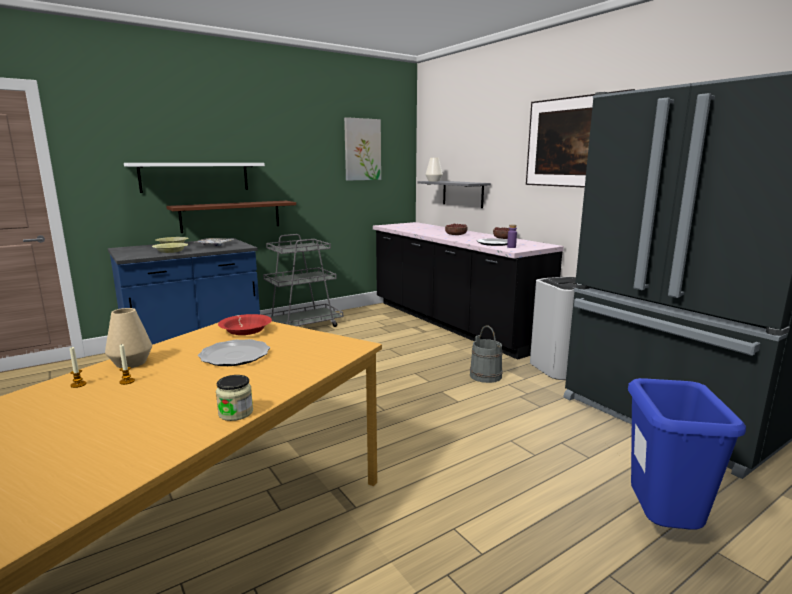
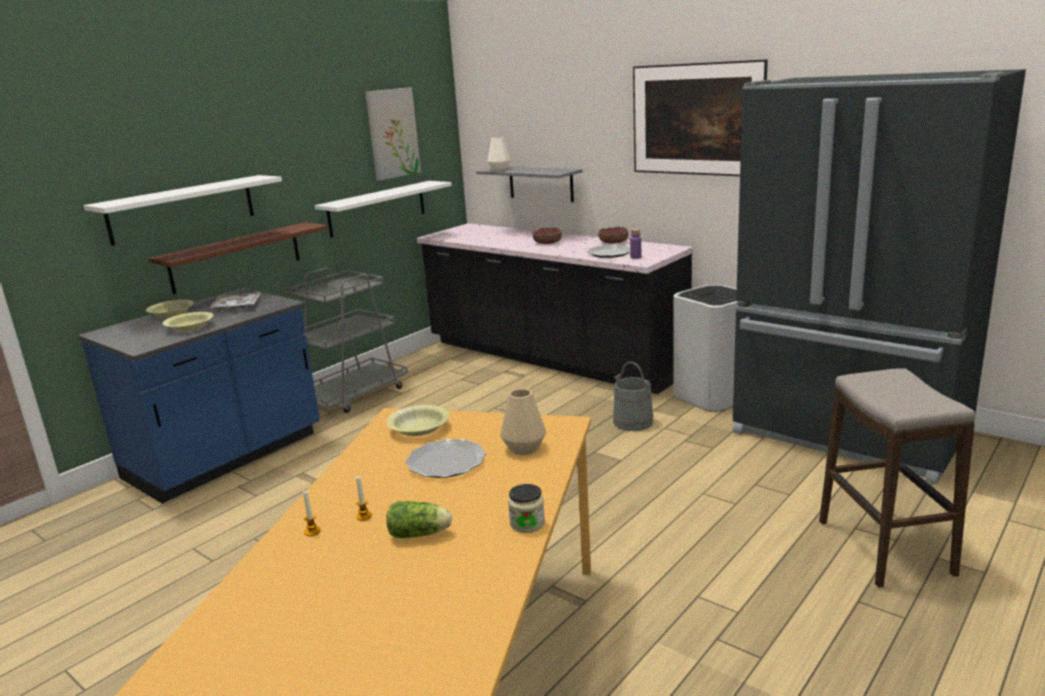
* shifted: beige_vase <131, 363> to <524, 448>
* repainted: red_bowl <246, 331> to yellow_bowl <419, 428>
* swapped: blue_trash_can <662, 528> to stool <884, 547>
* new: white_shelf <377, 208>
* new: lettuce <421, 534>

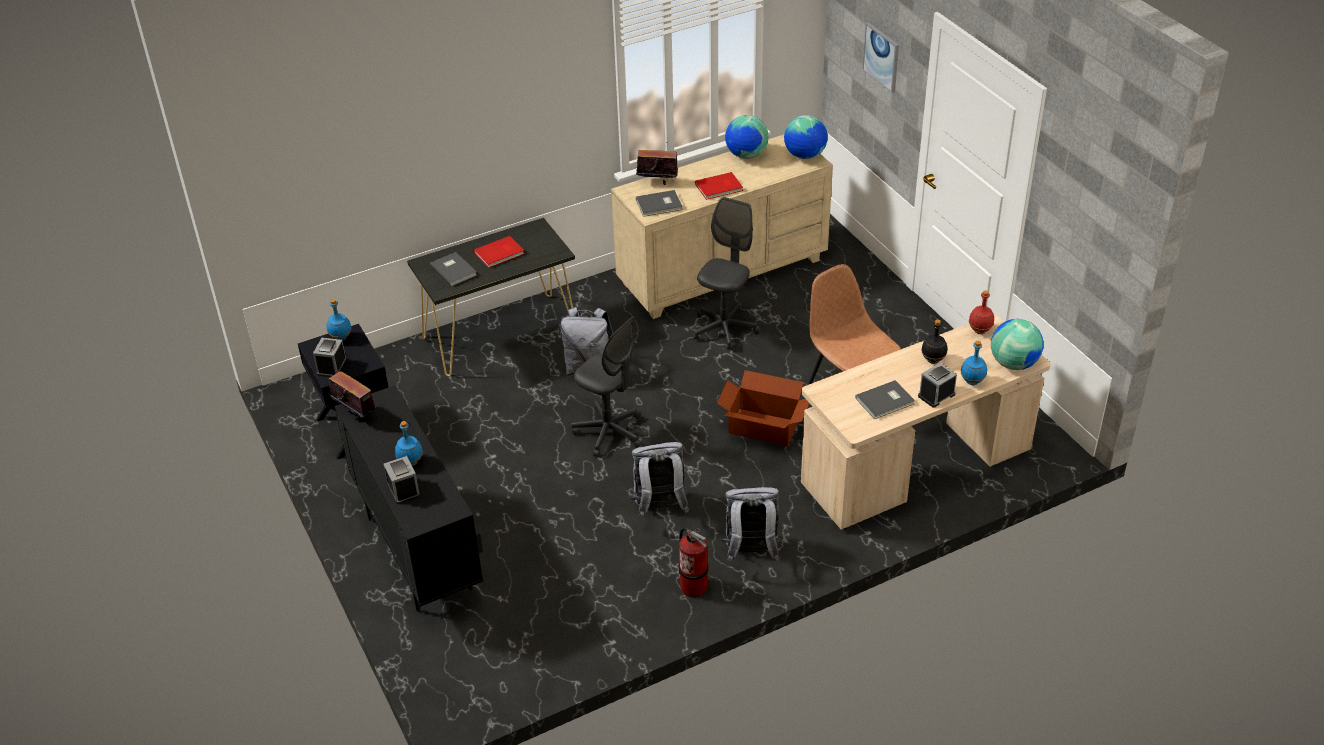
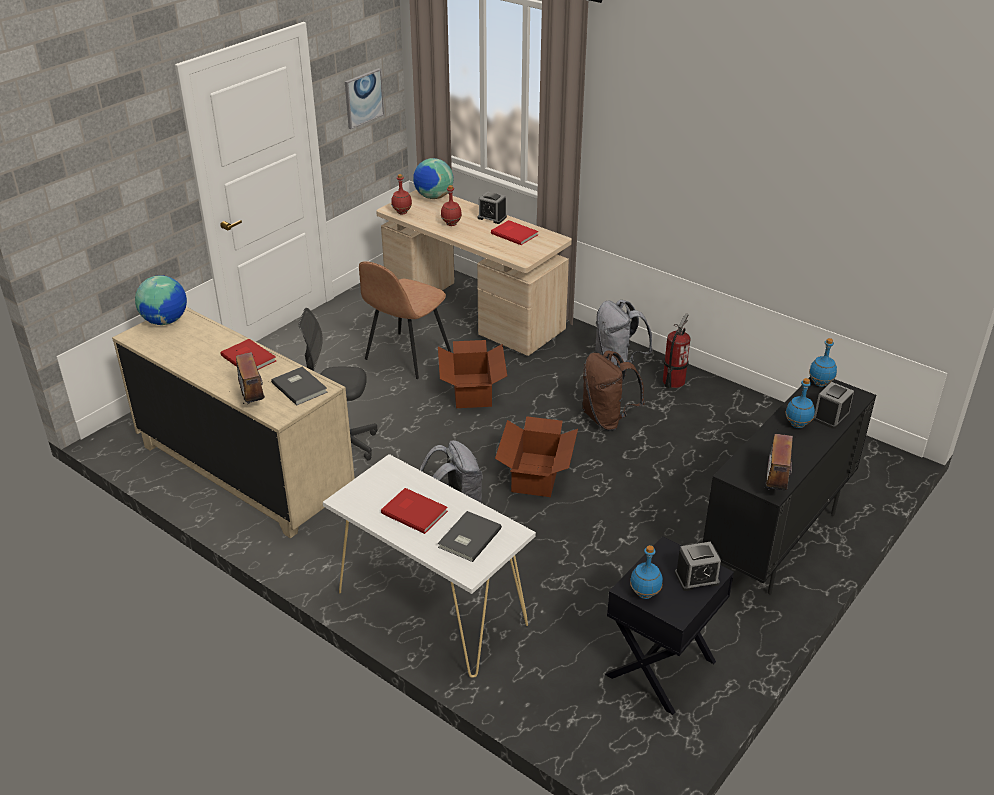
* shifted: picture <882, 57> to <363, 98>
* gone: globe <746, 155>
* repainted: black_console_table <500, 334> to white_console_table <431, 607>
* swapped: grey_office_chair <609, 433> to cardboard_box <537, 474>
* repainted: black_bottle <932, 360> to red_bottle <451, 224>
* shifted: blue_bottle <972, 381> to <820, 384>
* repainted: grey_book <886, 401> to red_book <514, 233>
* repainted: grey_backpack <660, 508> to brown_backpack <607, 419>

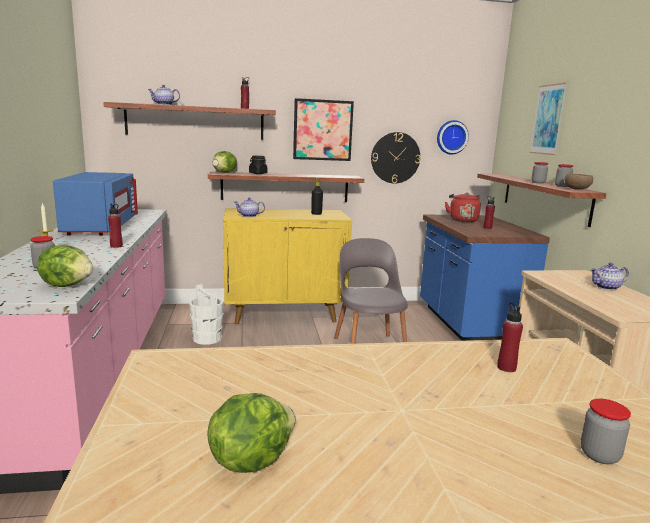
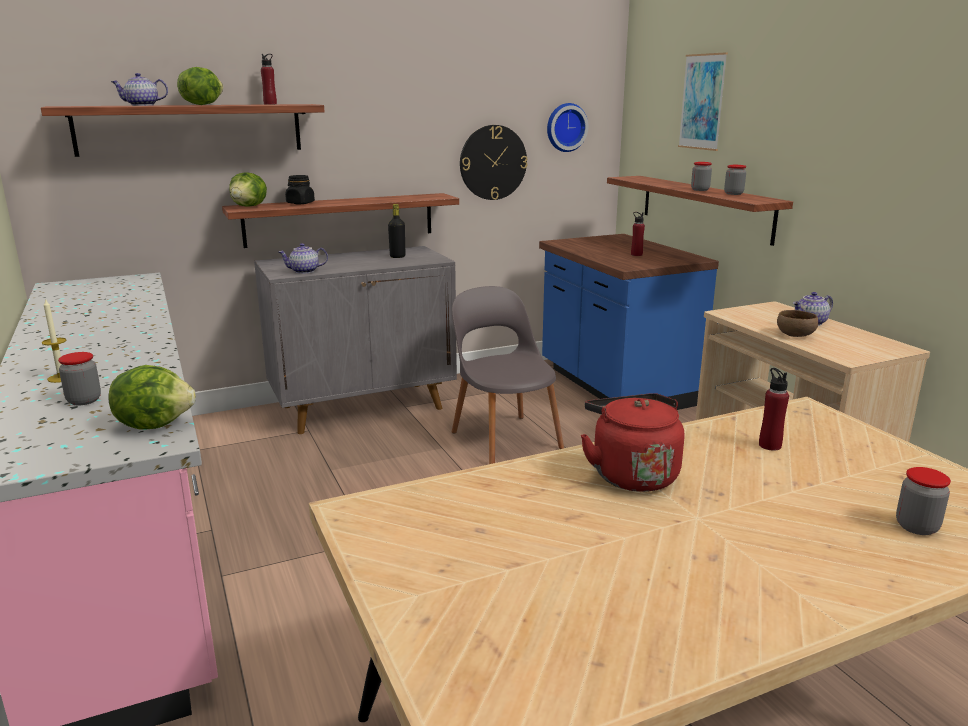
* gone: picture <322, 130>
* gone: blue_microwave <100, 227>
* shifted: brown_bowl <576, 189> to <794, 335>
* shifted: red_kettle <462, 220> to <631, 474>
* gone: red_bottle <116, 246>
* repainted: yellow_cabinet <285, 314> to grey_cabinet <364, 407>
* gone: white_bucket <207, 338>
* shifted: lettuce <250, 459> to <201, 105>

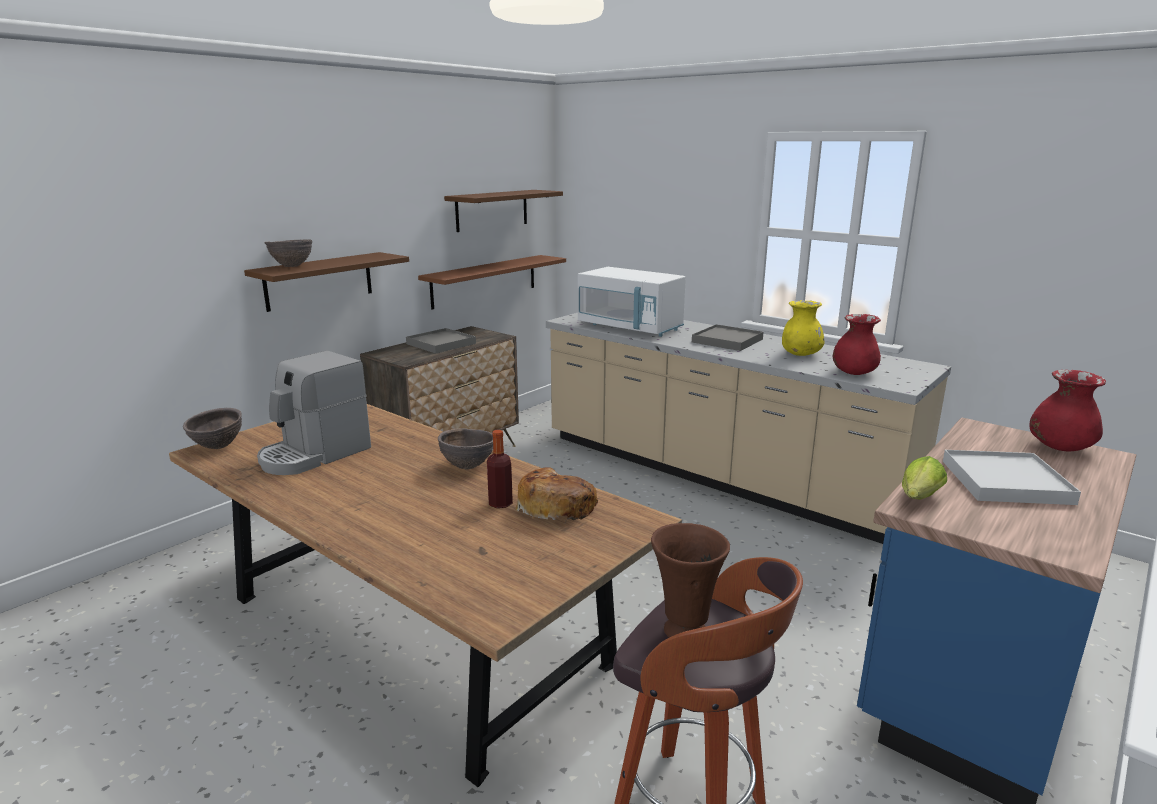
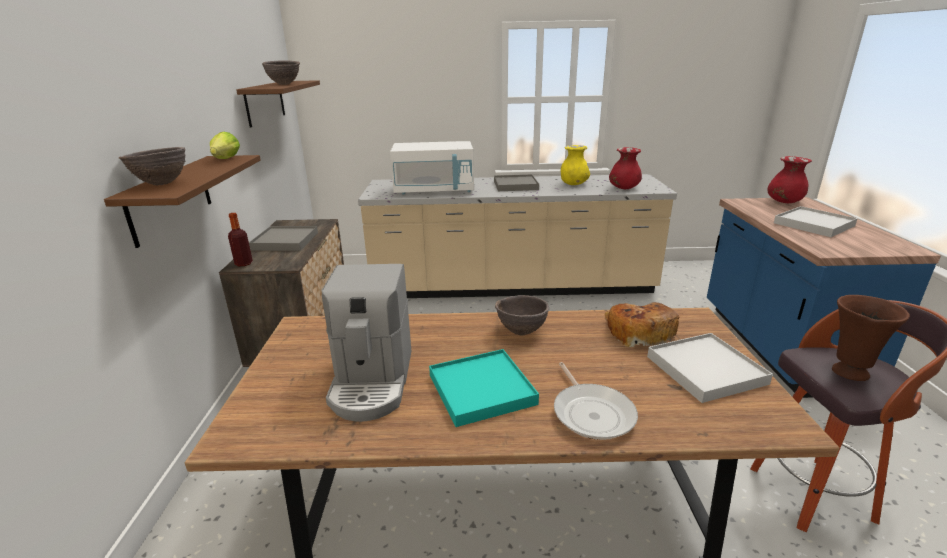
* gone: brown_shelf <485, 281>
* shifted: brown_bowl <218, 447> to <284, 84>
* shifted: bottle <500, 503> to <244, 263>
* shifted: lettuce <918, 499> to <225, 160>
* new: white_tray <705, 370>
* new: turquoise_tray <481, 390>
* new: frying_pan <592, 413>

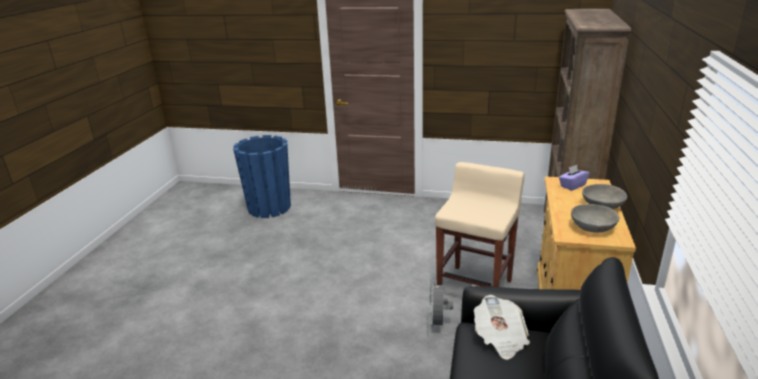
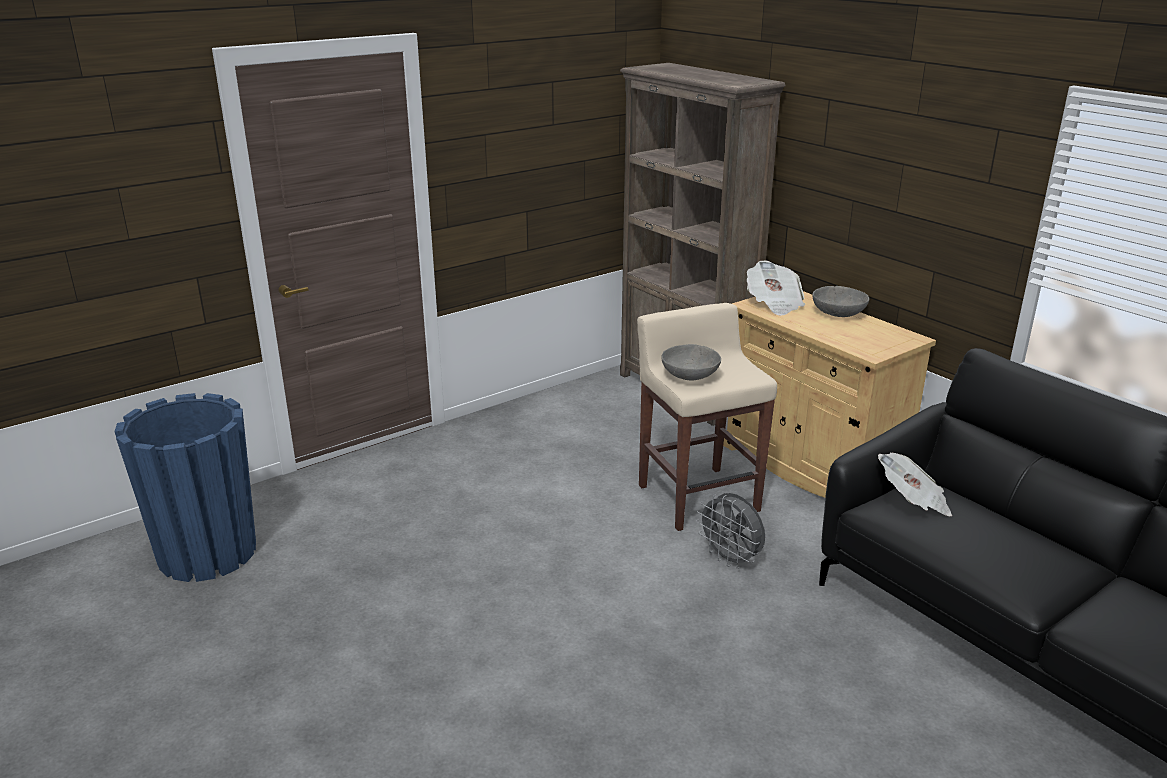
* swapped: purple_tissue_box <572, 185> to newspaper <774, 304>
* shifted: grey_bowl <592, 228> to <689, 375>

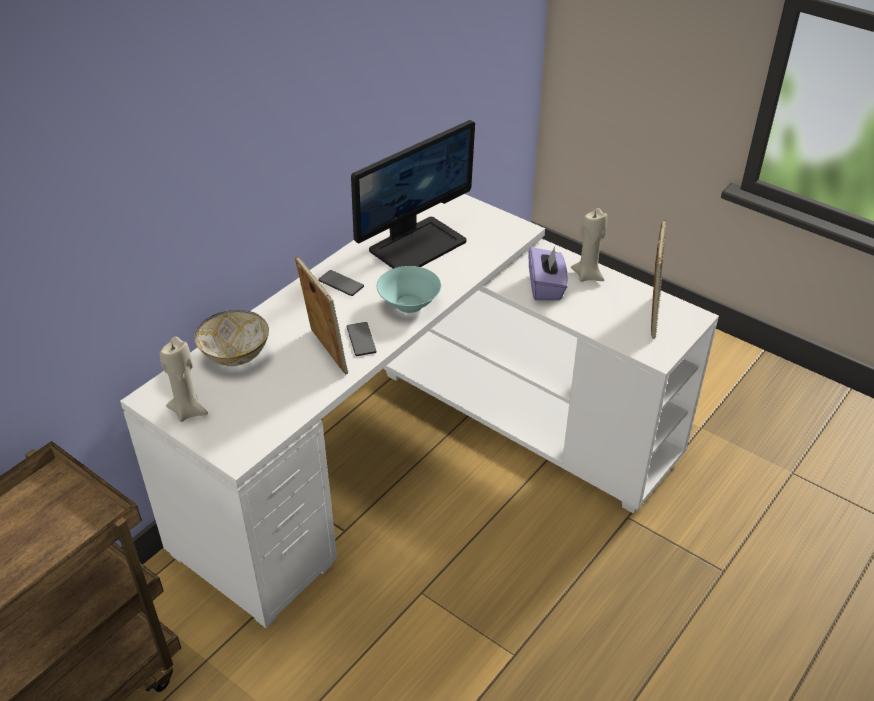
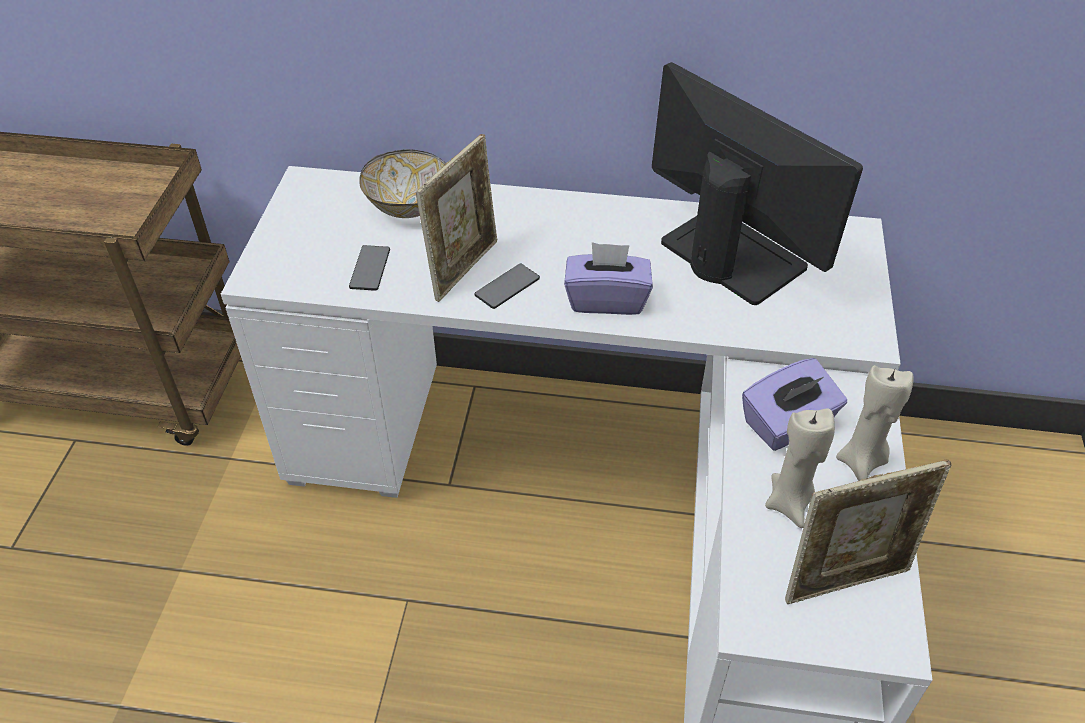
* rotated: monitor <417, 244> = <729, 256> 150 degrees counterclockwise
* swapped: turquoise_bowl <409, 304> to purple_tissue_box <606, 299>
* shifted: phone <341, 284> to <370, 269>
* shifted: beige_candle <188, 410> to <789, 503>

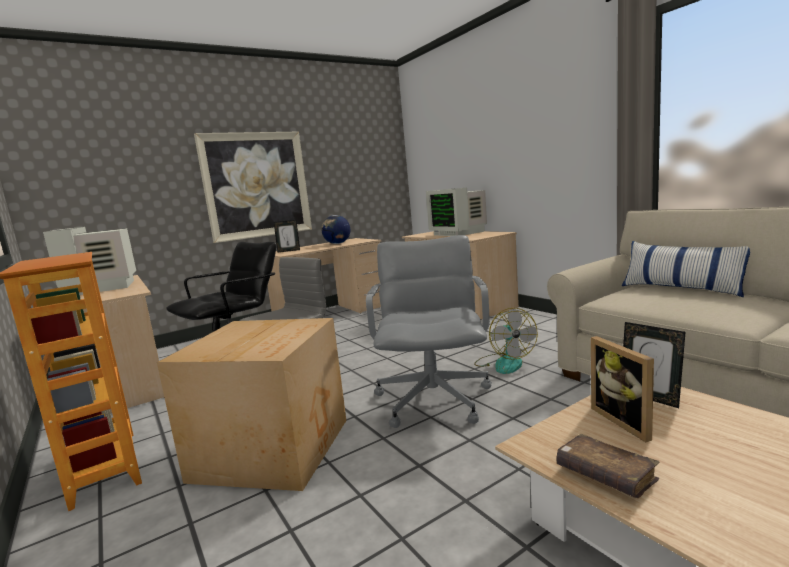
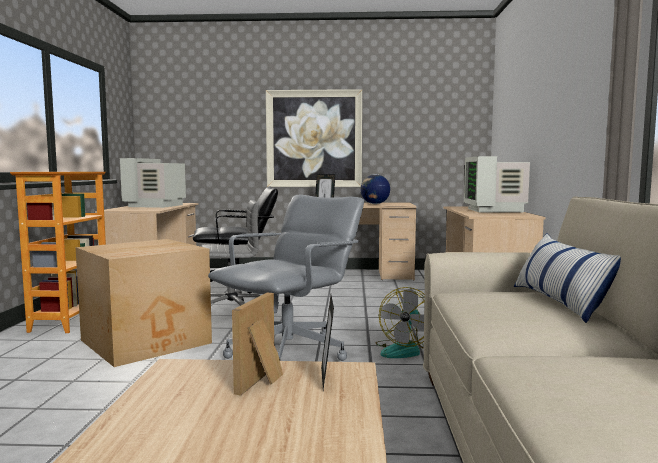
* gone: brown_book <605, 475>

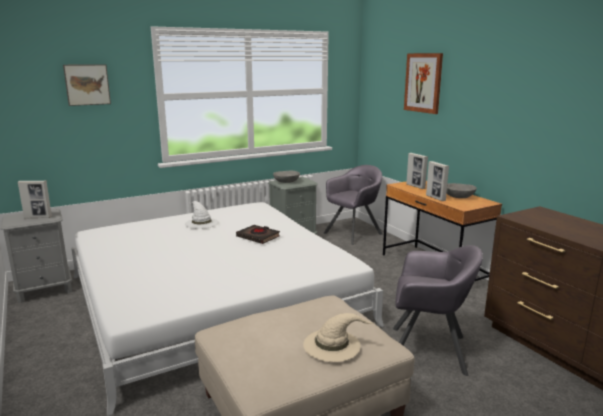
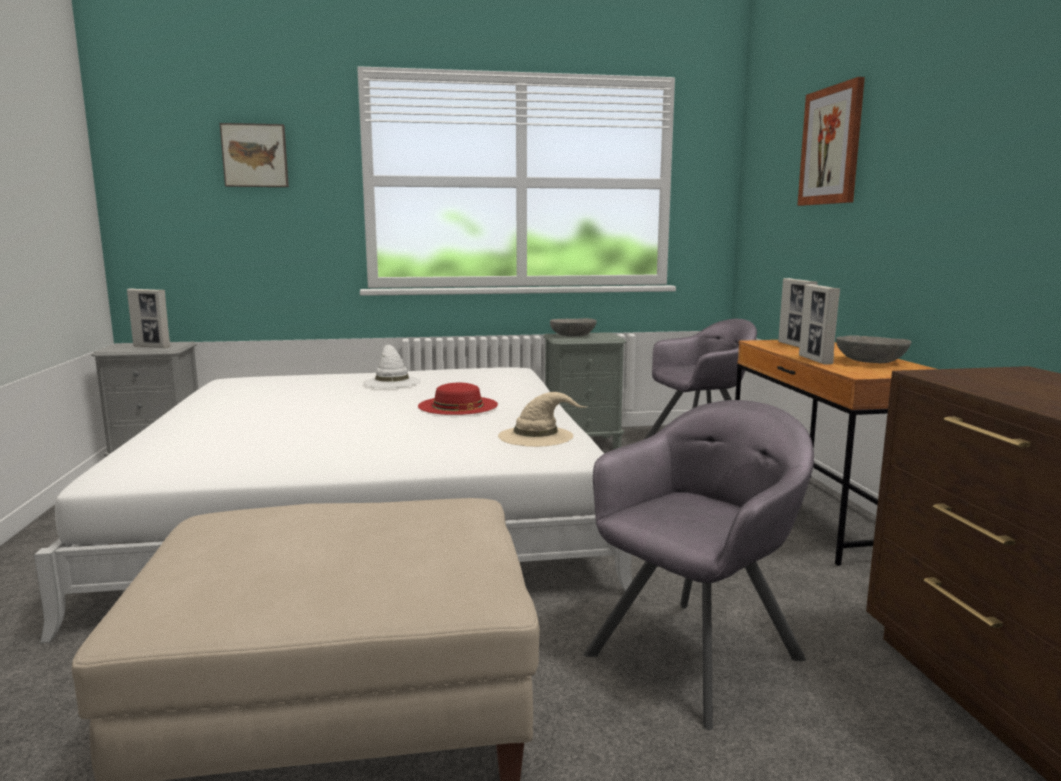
* swapped: black_book <258, 237> to red_hat <458, 405>
* rotated: grey_armchair <428, 350> = <696, 656> 75 degrees counterclockwise
* shifted: beige_hat <332, 344> to <537, 436>

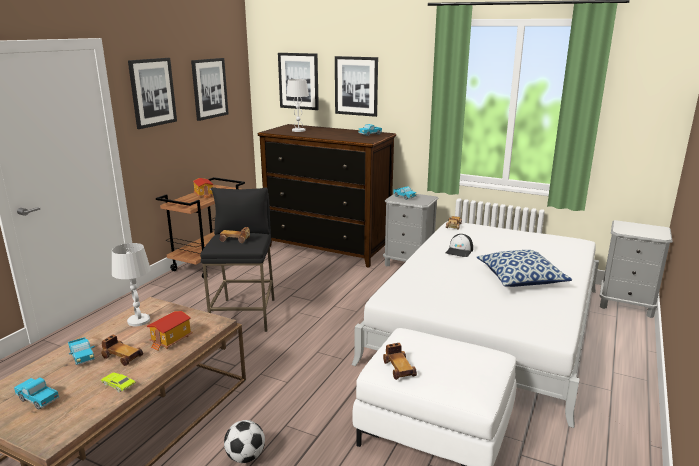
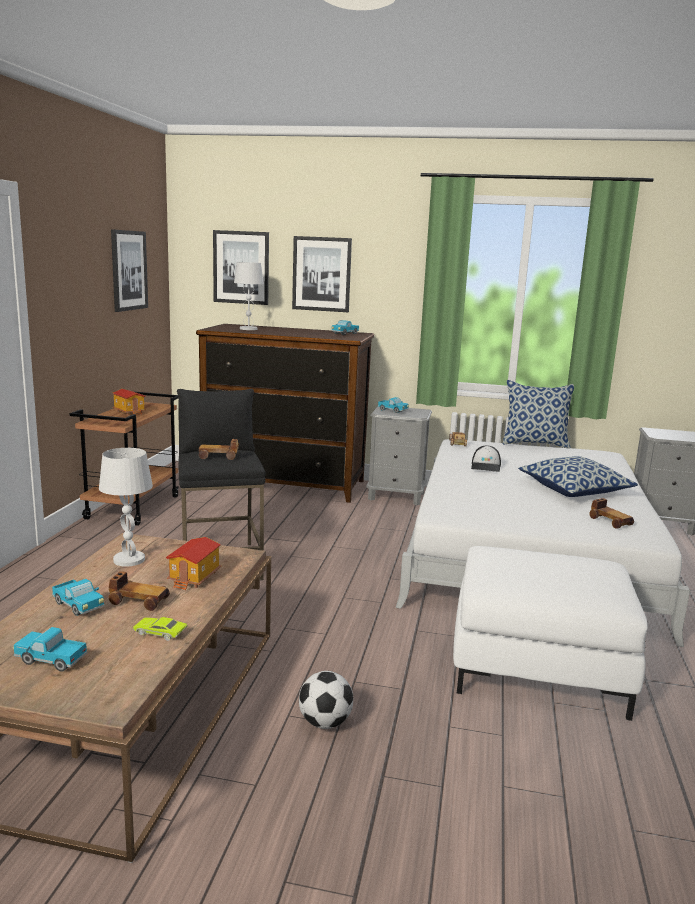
* gone: picture <152, 92>
* shifted: toy_car <399, 368> to <610, 521>
* new: pillow <535, 444>

